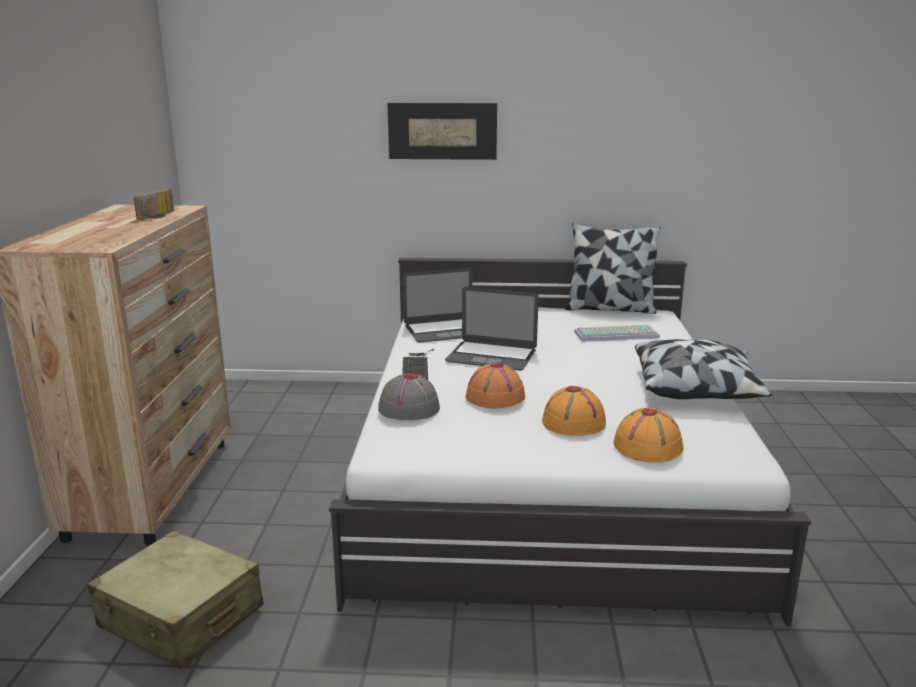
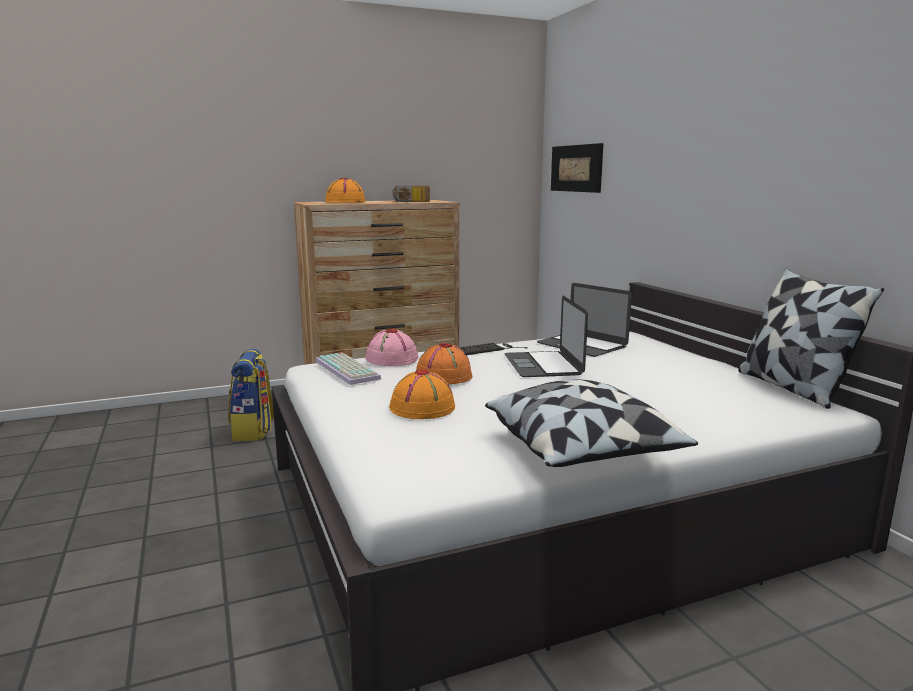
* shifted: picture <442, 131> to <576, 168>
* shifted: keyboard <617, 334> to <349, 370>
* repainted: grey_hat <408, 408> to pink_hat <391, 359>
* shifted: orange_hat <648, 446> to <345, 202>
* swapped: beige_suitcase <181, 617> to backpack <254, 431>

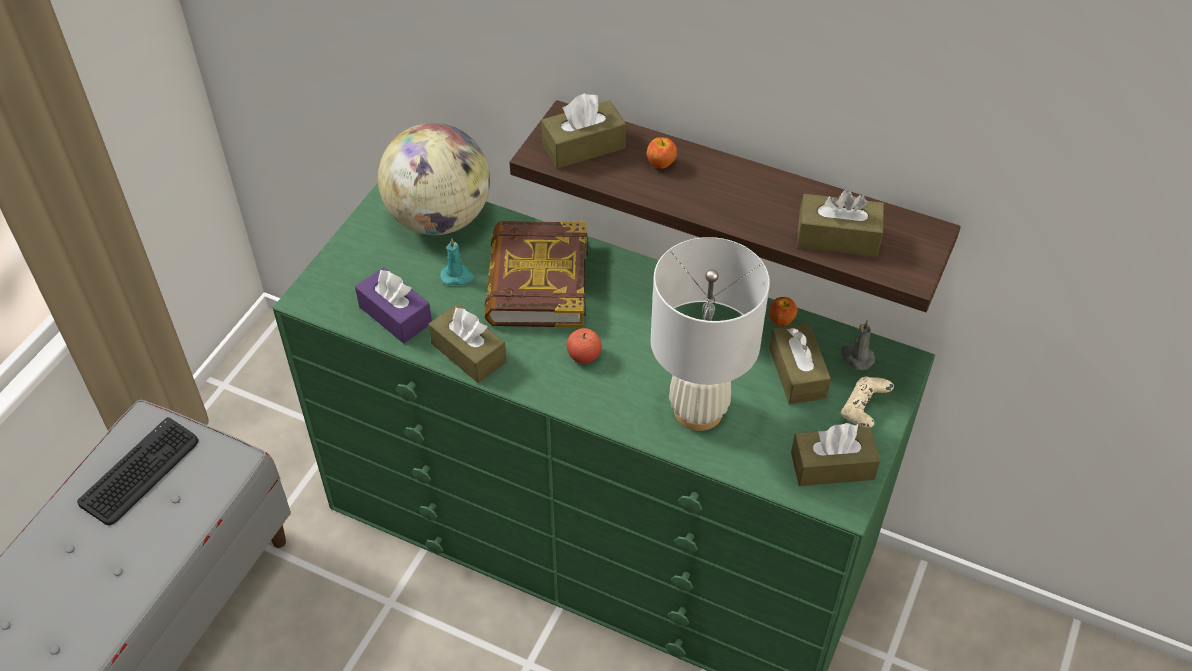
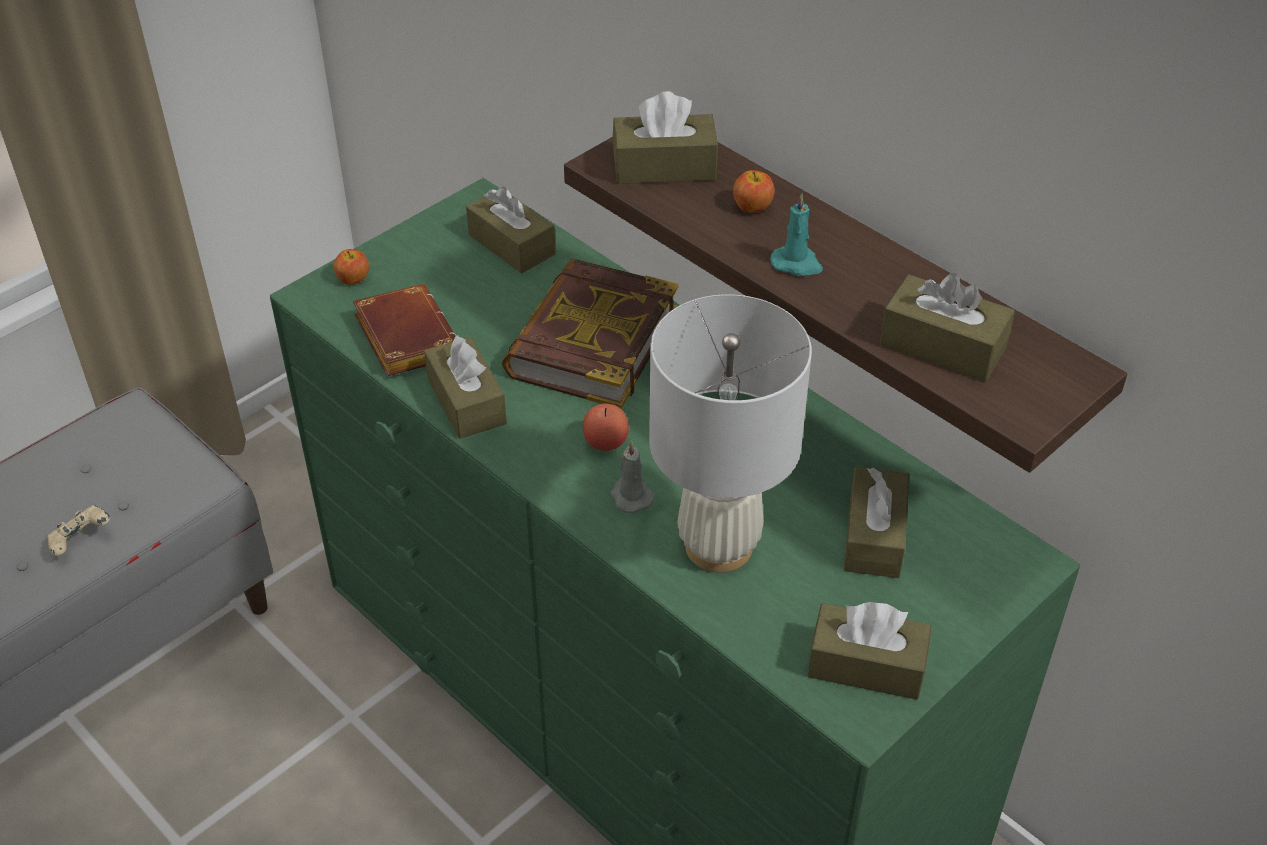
* swapped: globe <439, 219> to brown_tissue_box <512, 244>
* shifted: turquoise_candle <457, 276> to <797, 264>
* swapped: purple_tissue_box <395, 315> to brown_book <403, 337>
* shifted: apple <781, 320> to <353, 279>
* shifted: grey_candle <856, 357> to <630, 496>
* shifted: beige_game_controller <863, 411> to <82, 541>
* gone: keyboard <140, 472>

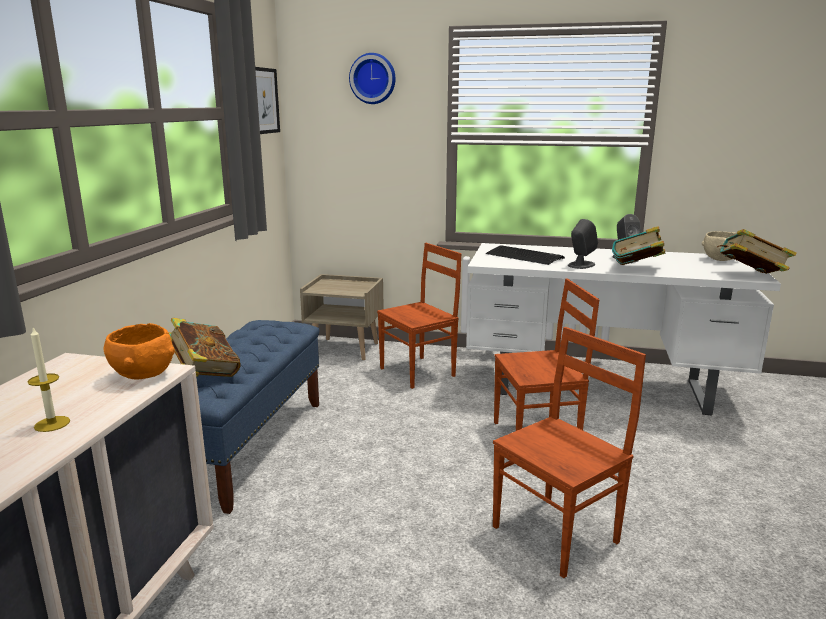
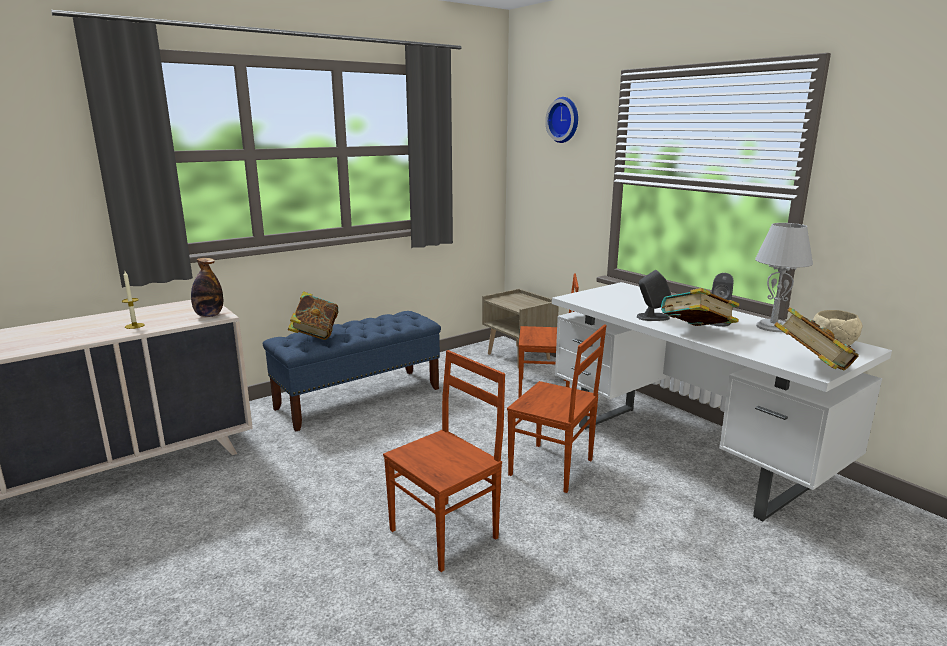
* gone: picture <264, 101>
* gone: keyboard <524, 256>
* swapped: orange_bowl <143, 375> to bottle <209, 315>
* rotated: brown_chair <557, 534> = <446, 534> 45 degrees counterclockwise
* new: grey_table_lamp <773, 327>

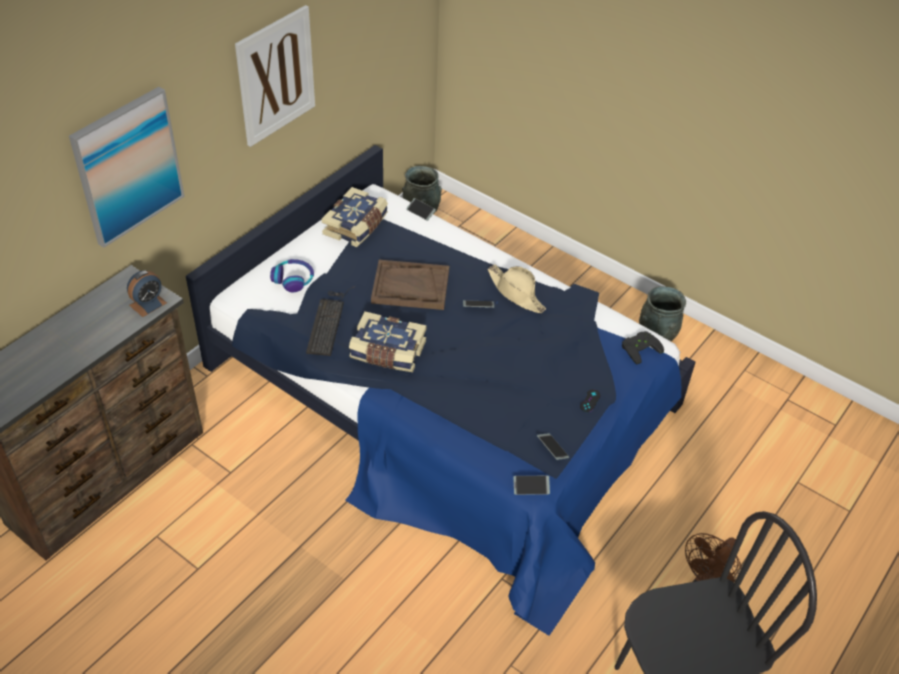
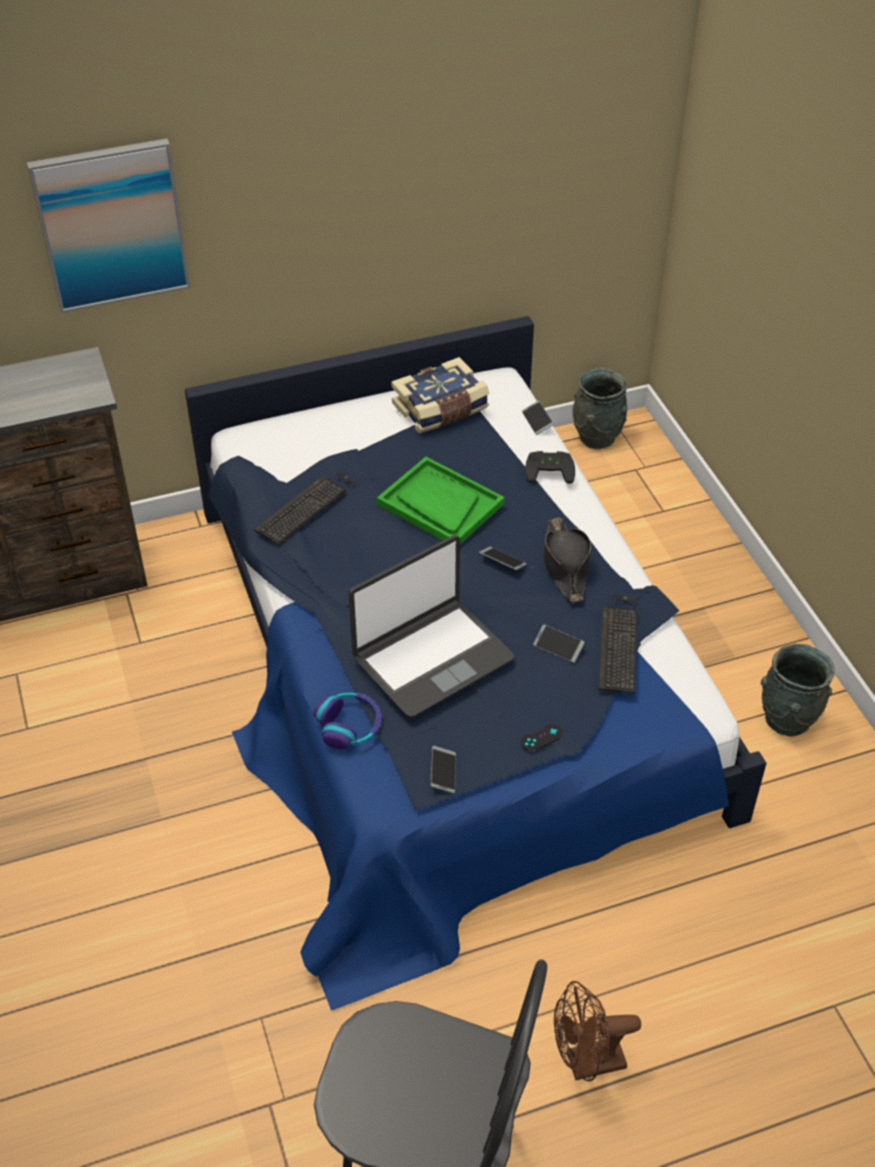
* gone: picture <276, 76>
* shifted: headphones <293, 279> to <349, 726>
* repainted: brown_tray <410, 287> to green_tray <440, 504>
* repainted: beige_hat <516, 293> to black_hat <565, 565>
* gone: alarm_clock <148, 304>
* gone: book <387, 352>
* shifted: black_game_controller <639, 347> to <550, 469>
* shifted: phone <531, 487> to <558, 647>
* new: laptop <432, 658>
* new: keyboard <621, 639>

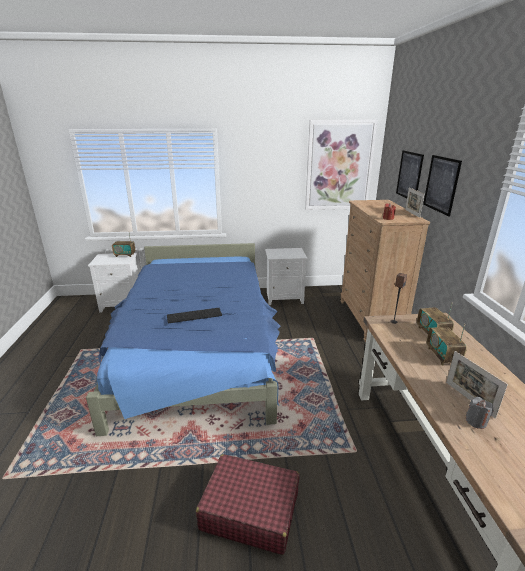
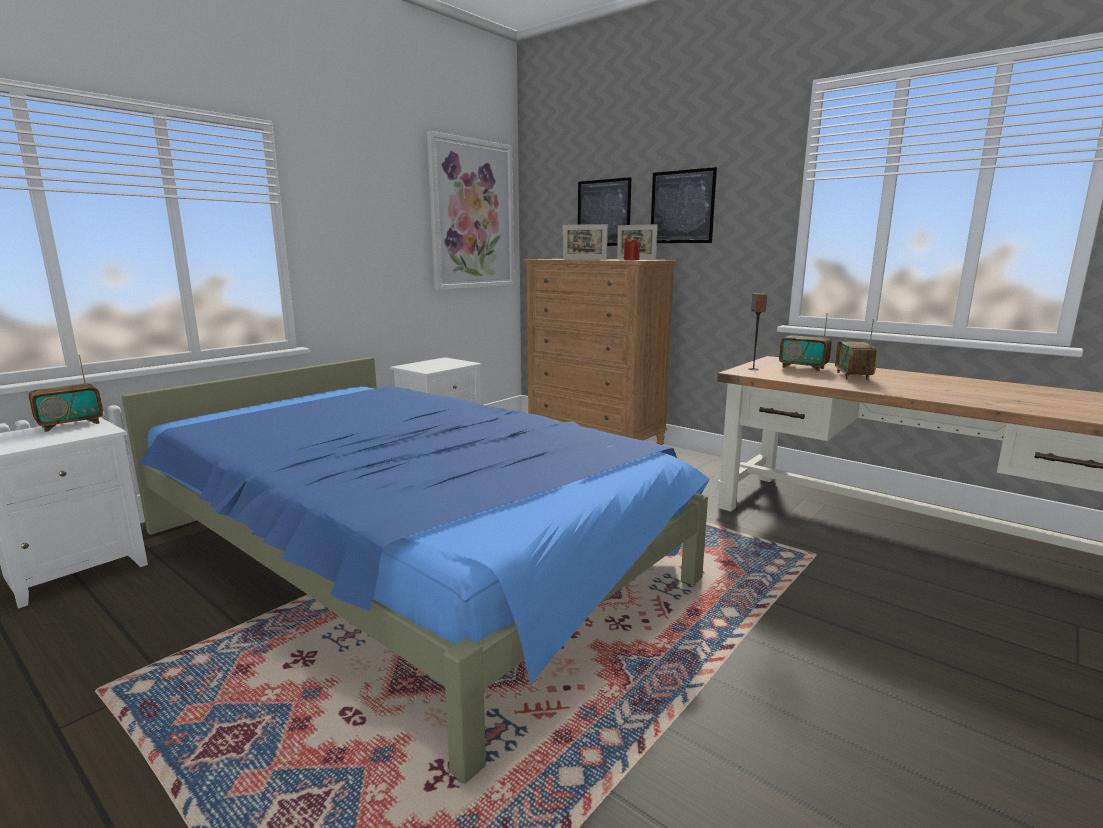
* gone: keyboard <194, 315>
* rotated: radio <442, 356> = <853, 376> 60 degrees clockwise
* shifted: picture_frame <469, 399> to <584, 259>
* gone: grey_candle <476, 421>
* gone: red_suitcase <250, 510>

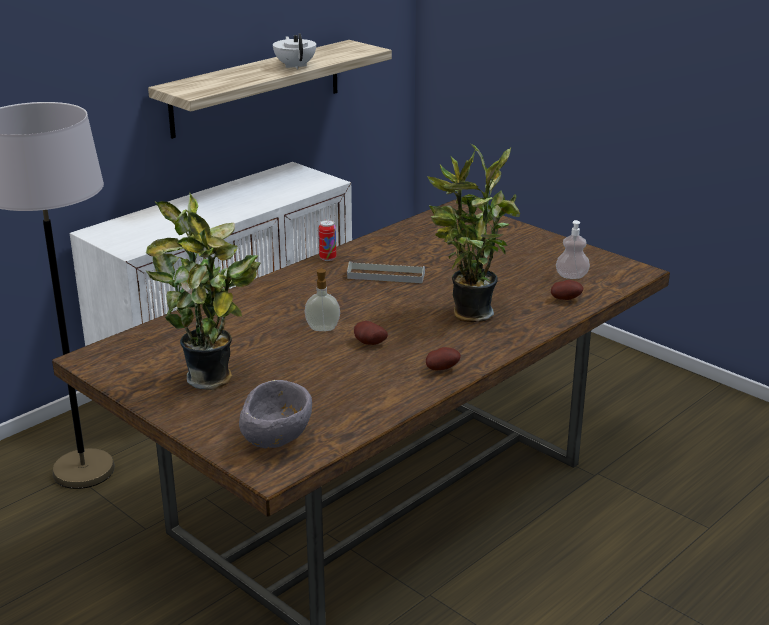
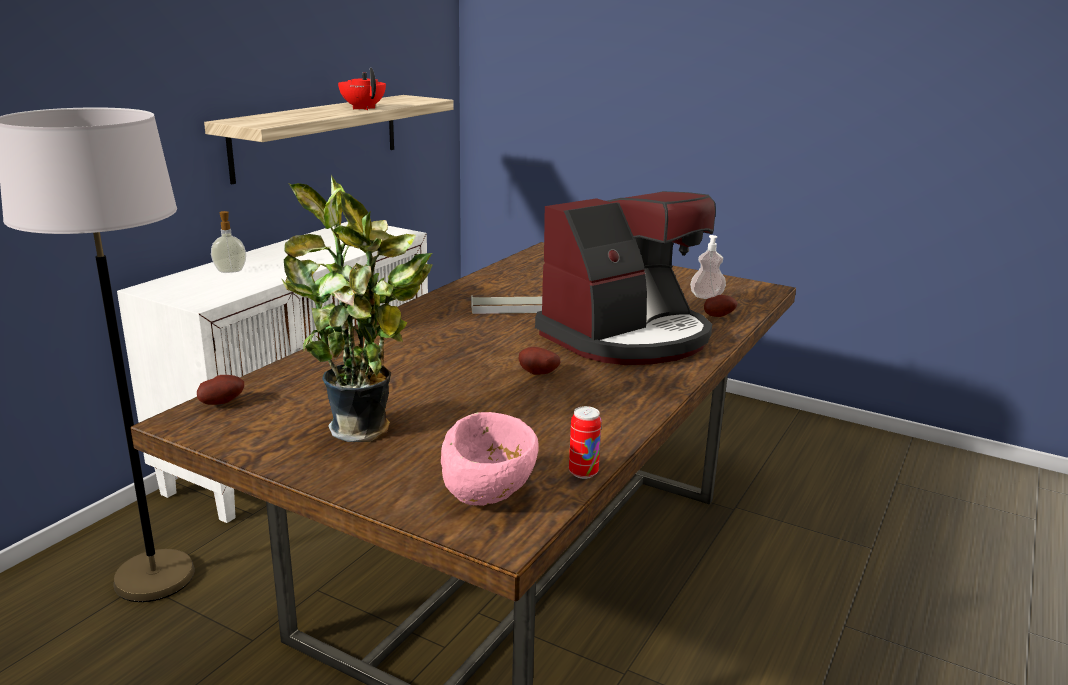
* repainted: white_teapot <295, 66> to red_teapot <363, 108>
* swapped: potted_plant <467, 314> to coffee_machine <627, 337>
* shifted: can <327, 258> to <583, 473>
* shifted: soap_dispenser <322, 328> to <230, 271>
* shifted: potato <441, 369> to <222, 403>
* repainted: grey_bowl <277, 442> to pink_bowl <489, 496>

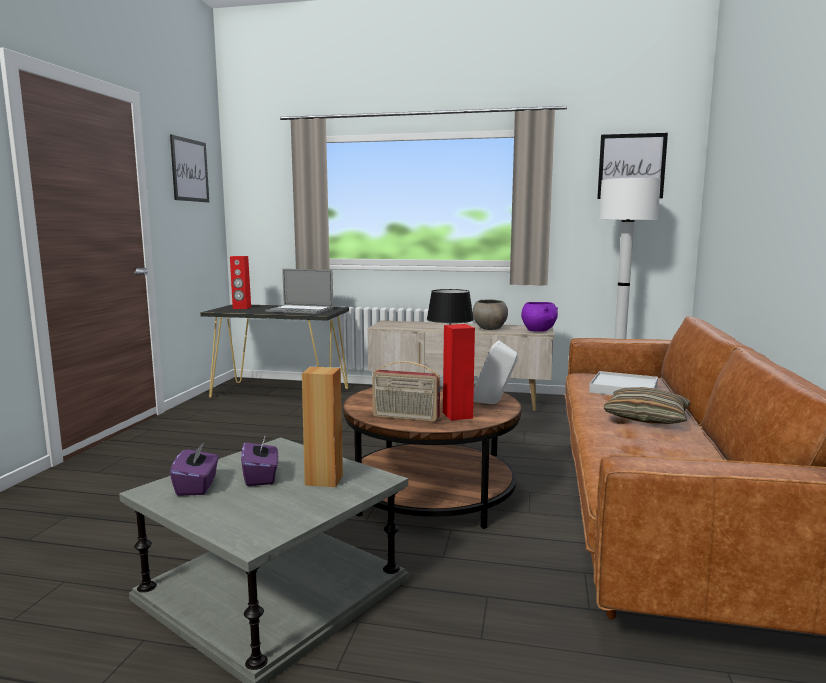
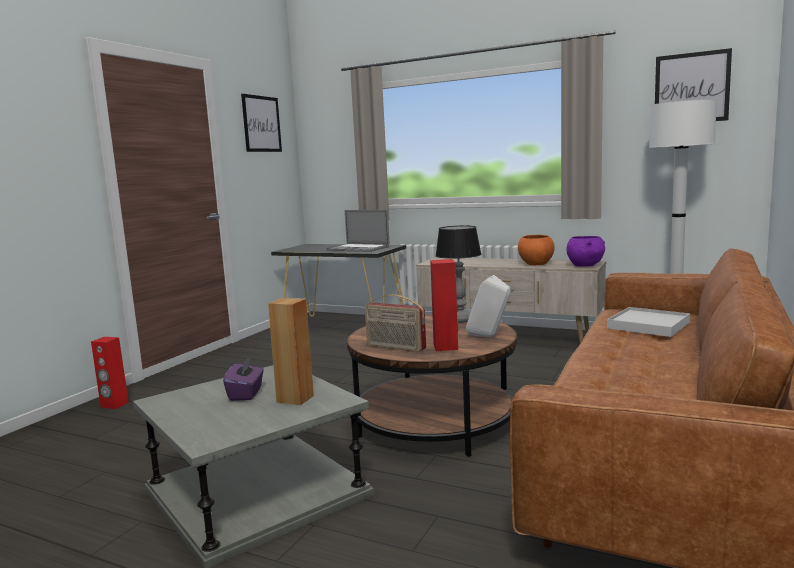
* shifted: red_speaker <241, 308> to <114, 405>
* repainted: grey_bowl <489, 328> to orange_bowl <535, 264>
* gone: pillow <646, 417>
* gone: purple_tissue_box <197, 486>

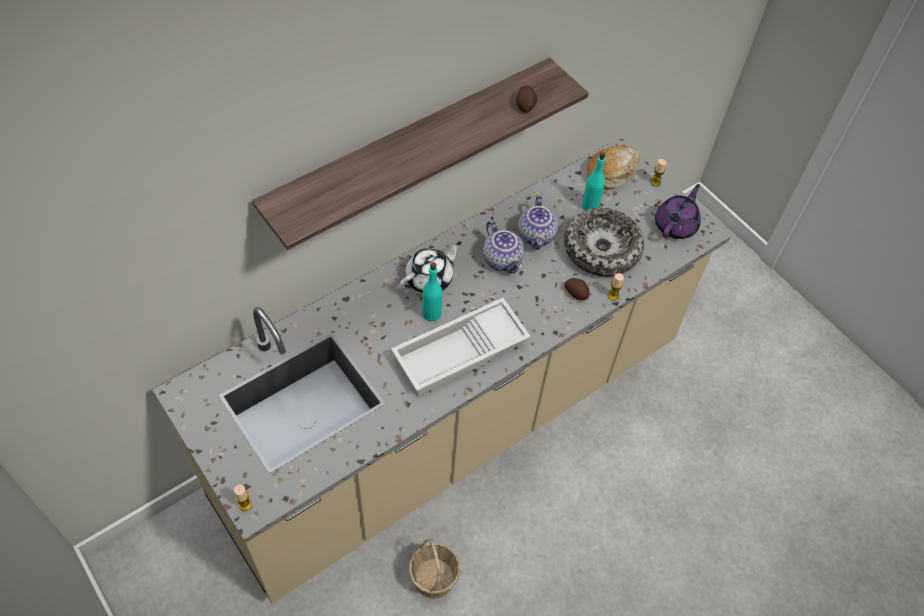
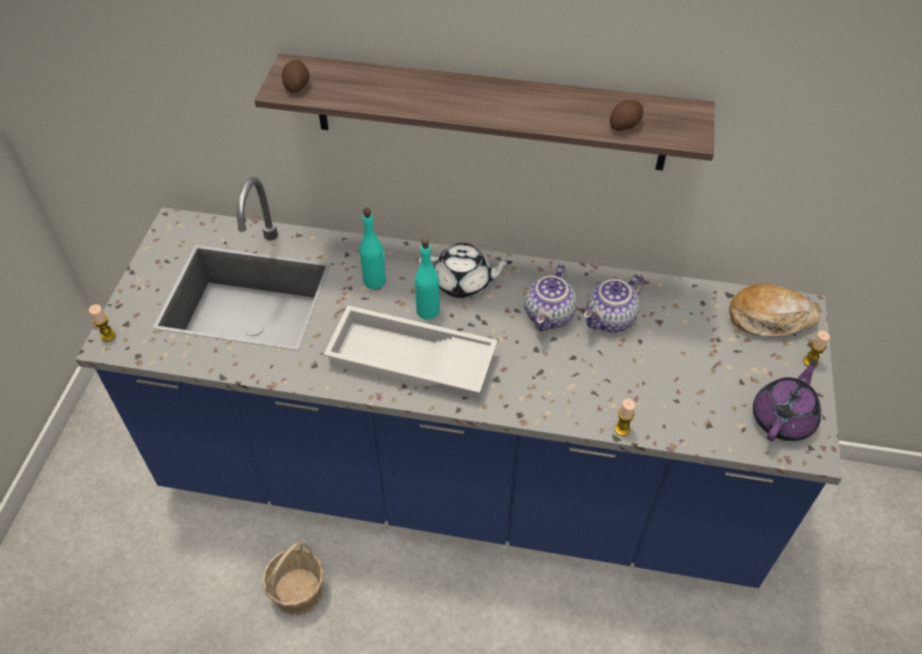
* repainted: beige_counter <453, 422> to blue_counter <461, 480>
* shifted: turquoise_bottle <590, 206> to <375, 281>
* rotated: purple_teapot <676, 225> = <783, 418> 45 degrees counterclockwise
* gone: bowl <601, 250>
* shifted: potato <576, 293> to <297, 85>

